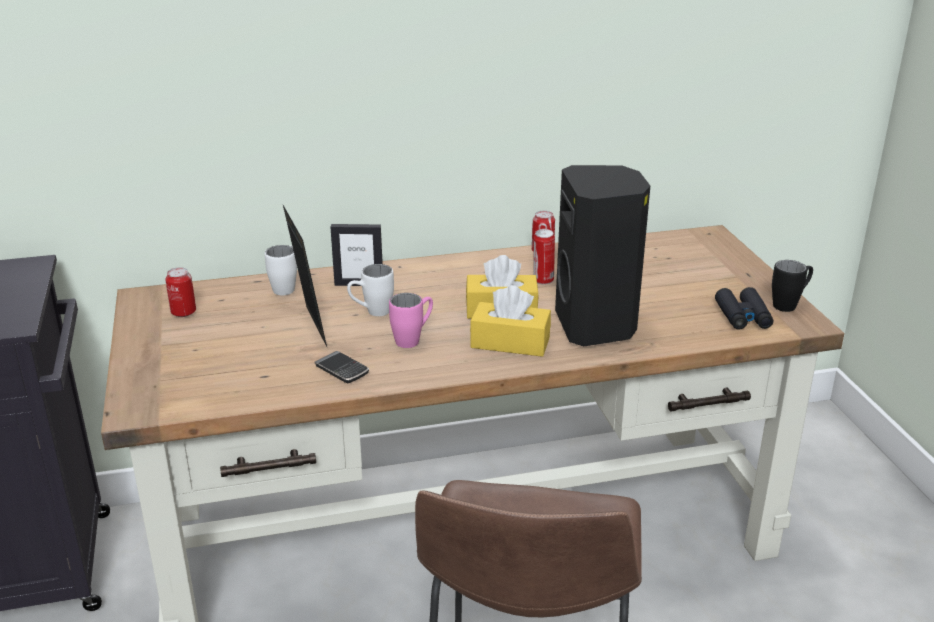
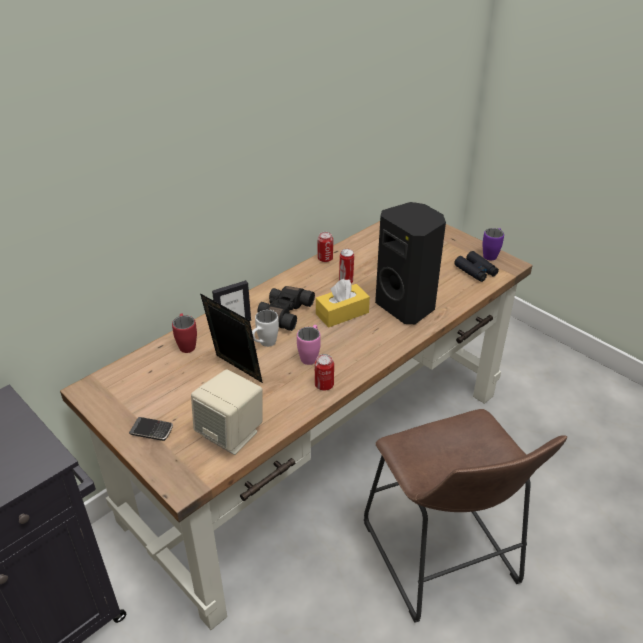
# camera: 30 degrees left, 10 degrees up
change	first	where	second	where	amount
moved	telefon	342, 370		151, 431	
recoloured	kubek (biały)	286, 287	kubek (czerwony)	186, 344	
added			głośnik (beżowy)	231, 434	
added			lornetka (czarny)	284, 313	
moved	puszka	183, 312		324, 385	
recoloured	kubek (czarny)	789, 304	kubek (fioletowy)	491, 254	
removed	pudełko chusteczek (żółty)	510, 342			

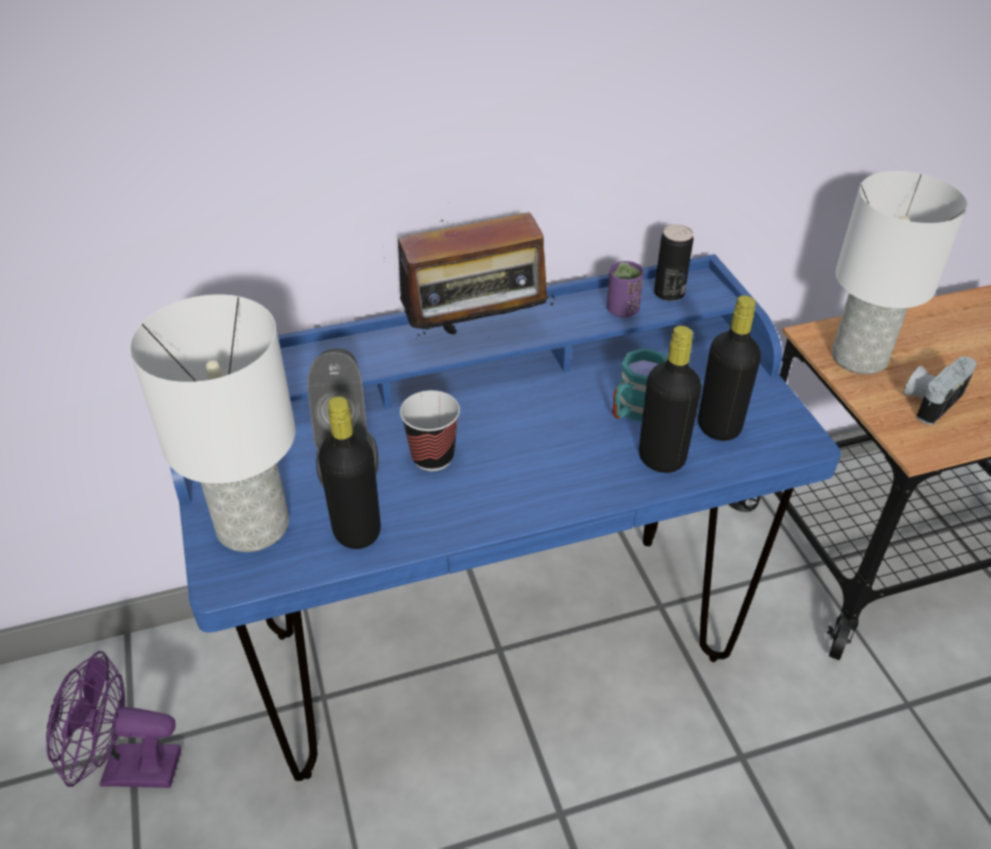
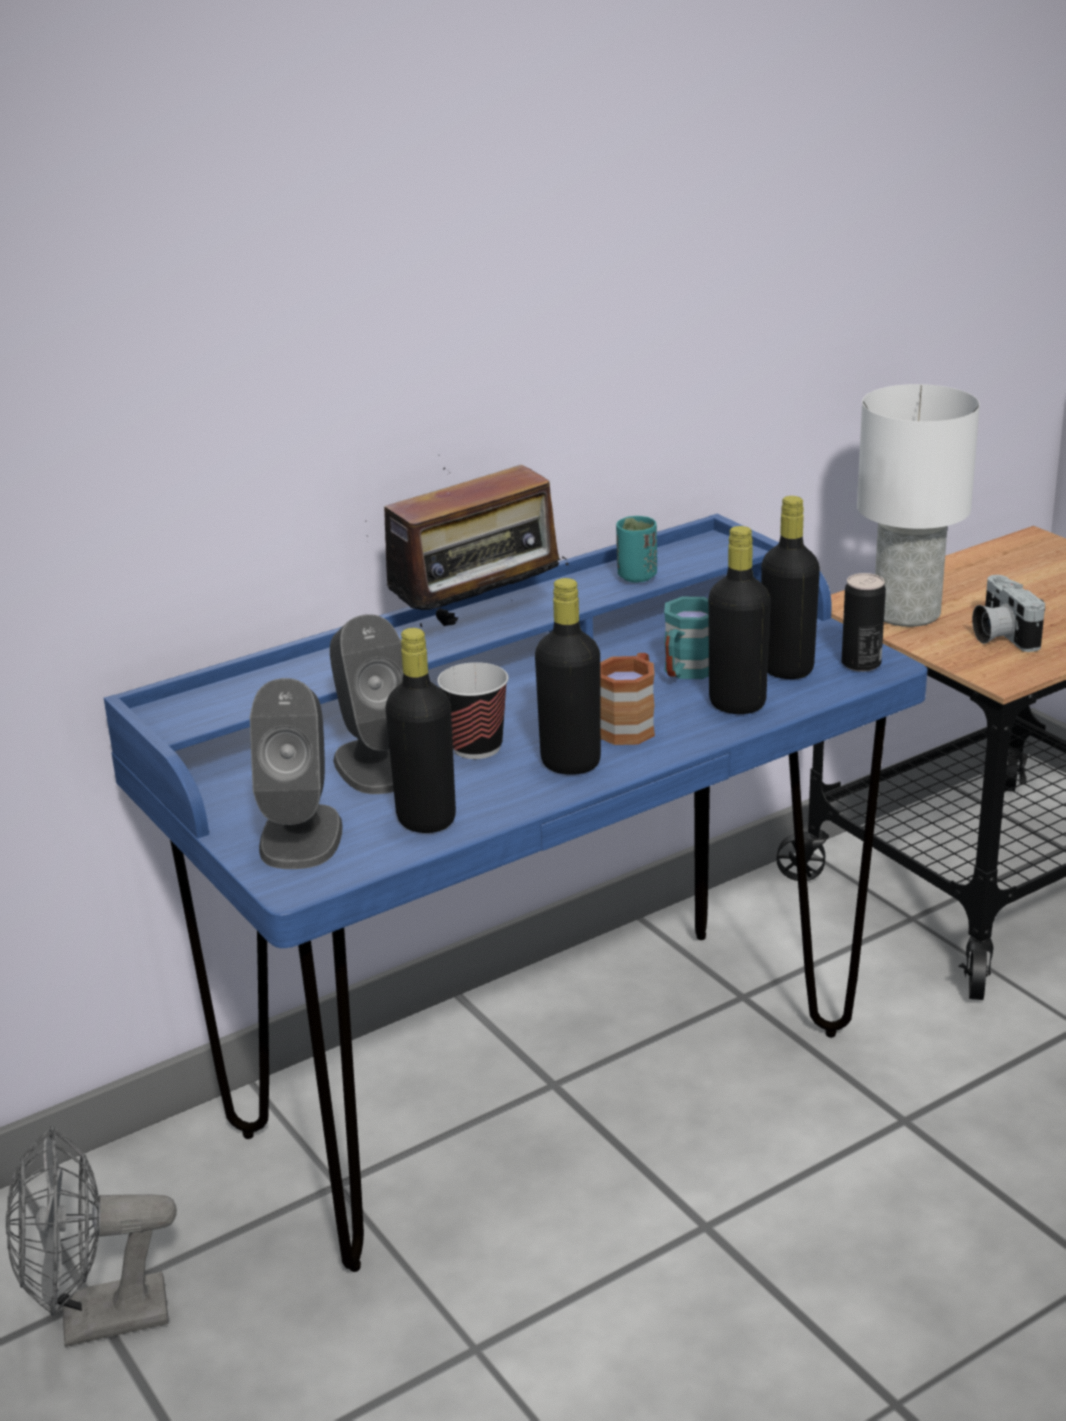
# camera: 15 degrees left, 15 degrees down
change	first	where	second	where	amount
recoloured	wentylator (fioletowy)	128, 769	wentylator (szary)	96, 1321	
replaced	lampa stołowa (biały)	255, 524	głośnik (szary)	301, 836	
added			butelka (czarny)	570, 763	
added			kubek (brązowy)	630, 724	
recoloured	filiżanka (fioletowy)	622, 310	filiżanka (turkusowy)	637, 576	
moved	puszka	669, 293		861, 664	
turned	aparat fotograficzny	930, 400		1000, 635	45 degrees counterclockwise

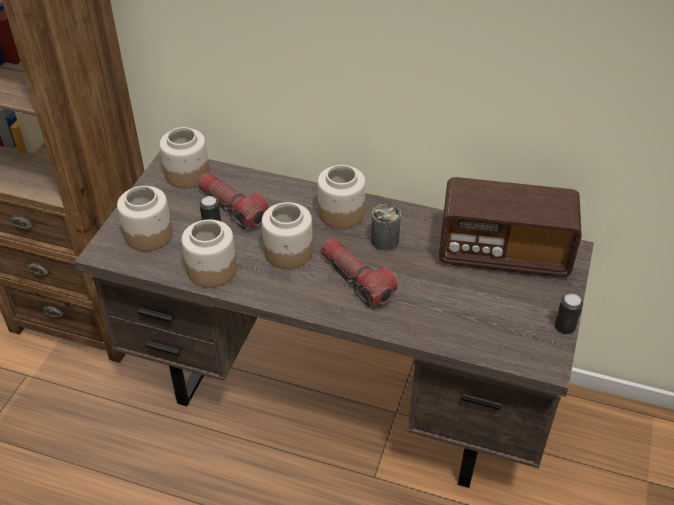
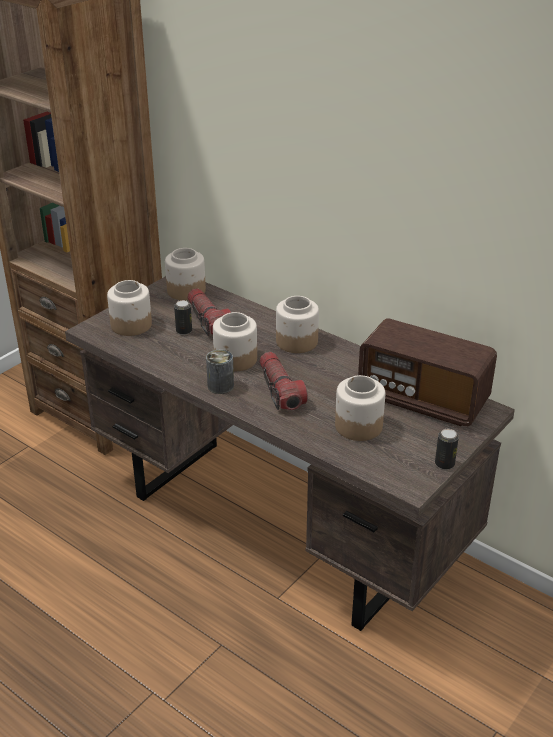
# camera: 20 degrees right, 10 degrees down
change	first	where	second	where	amount
moved	puszka	384, 241		220, 386	
moved	słoik	211, 270		358, 426	

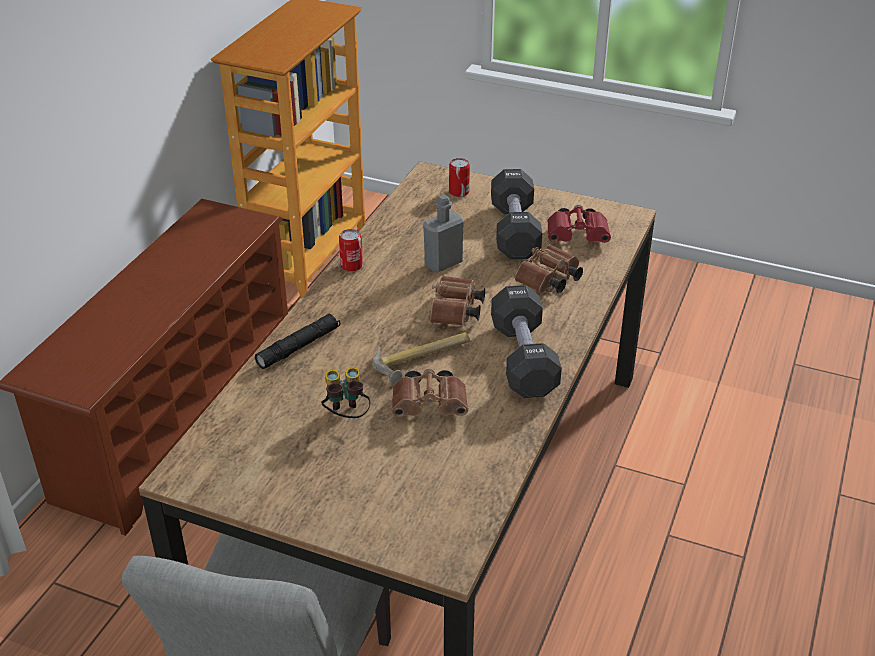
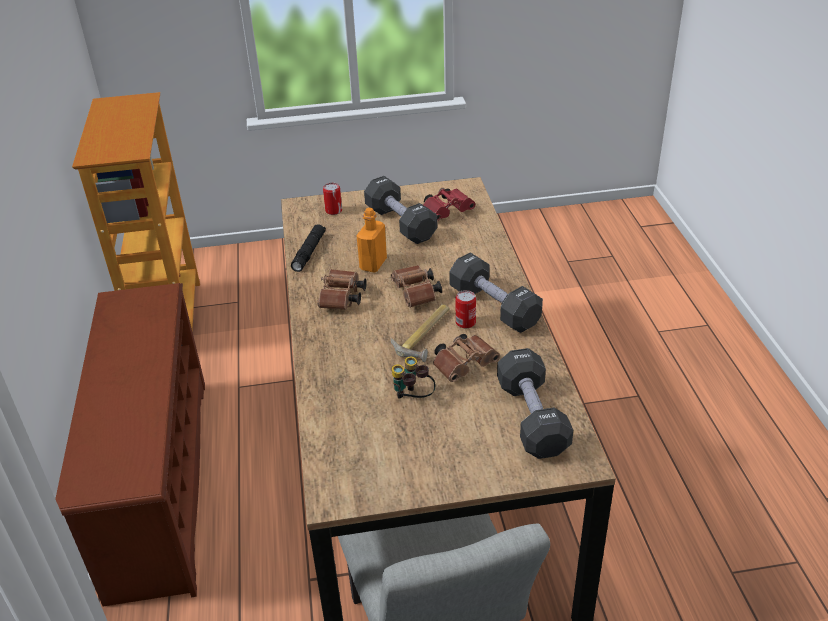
# camera: 30 degrees left, 0 degrees up
change	first	where	second	where	amount
moved	latarka (czarny)	299, 347		309, 252	
moved	lornetka (brązowy)	548, 281		342, 299	
recoloured	butelka (szary)	443, 263	butelka (pomarańczowy)	373, 264	
moved	puszka	351, 265		465, 322	
added			hantel (czarny)	532, 418	

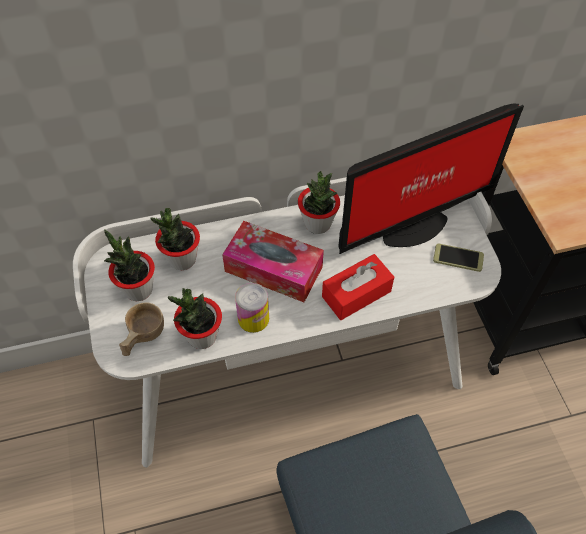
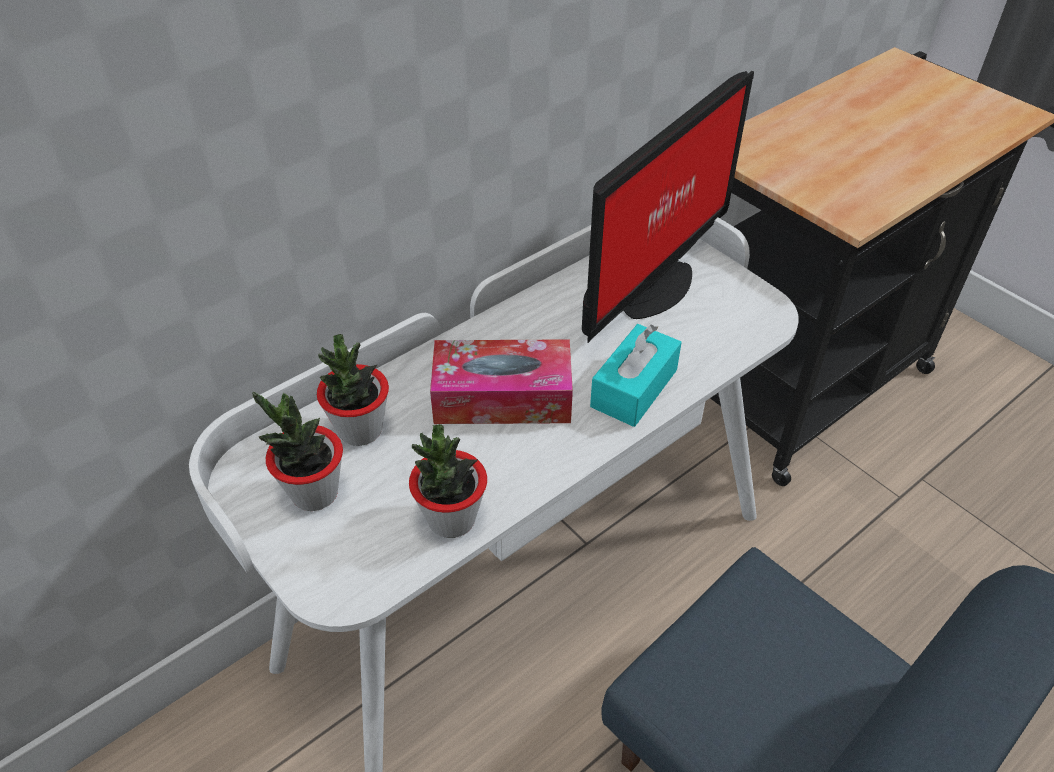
# camera: 25 degrees left, 10 degrees down
change	first	where	second	where	amount
recoloured	pudełko chusteczek (czerwony)	356, 294	pudełko chusteczek (turkusowy)	634, 388	
removed	filiżanka (beżowy)	142, 338			
removed	puszka	253, 318			
removed	roślina doniczkowa	317, 224			
removed	telefon	458, 258			

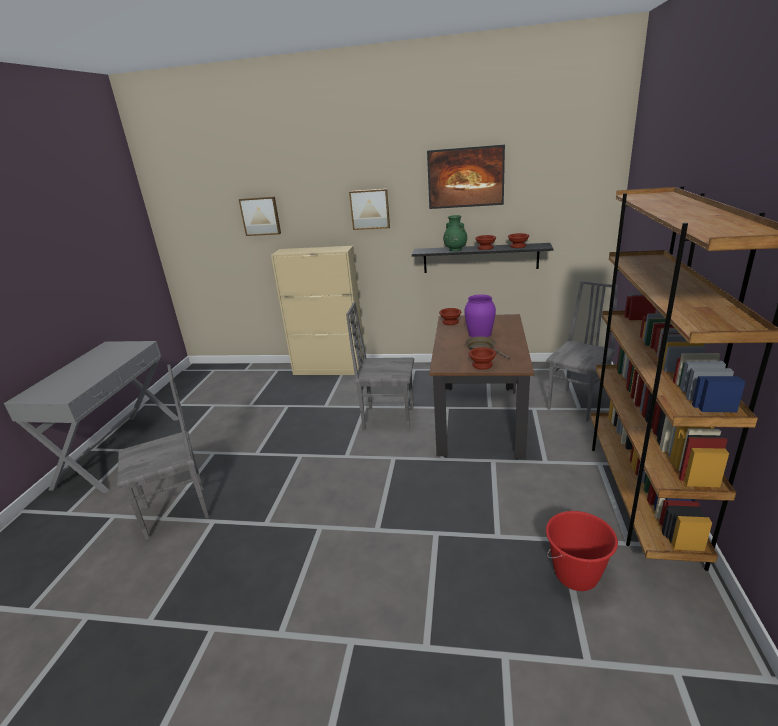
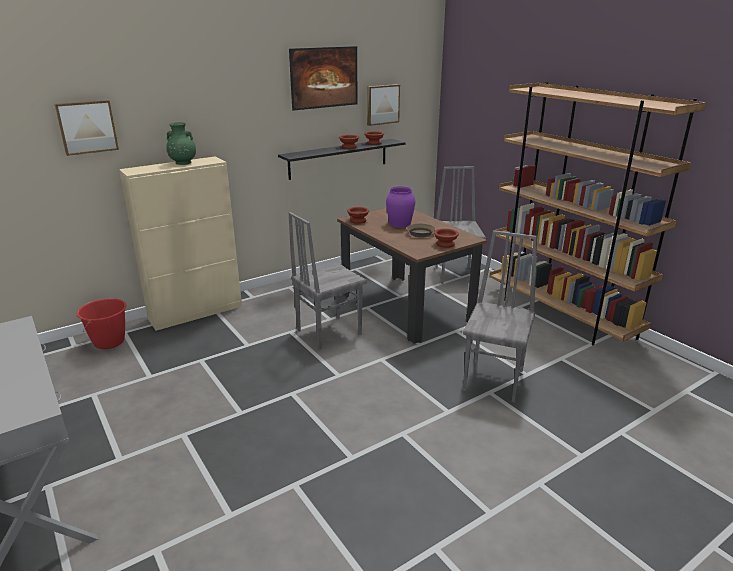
# camera: 45 degrees left, 0 degrees up
change	first	where	second	where	amount
moved	wiadro (czerwony)	576, 575		109, 342	
moved	wazon (zielony)	455, 249		183, 163	
moved	obraz	370, 209		382, 104	
moved	krzesło (szary)	177, 513		495, 380	

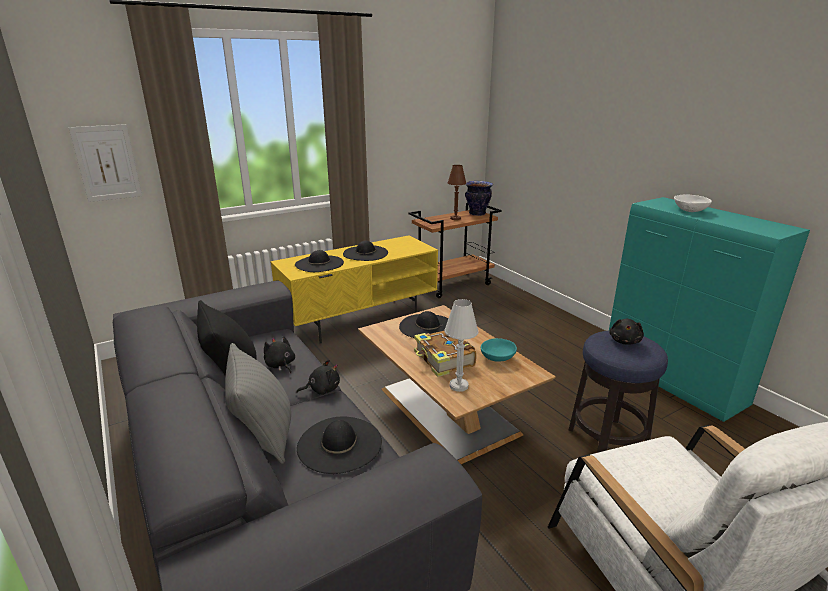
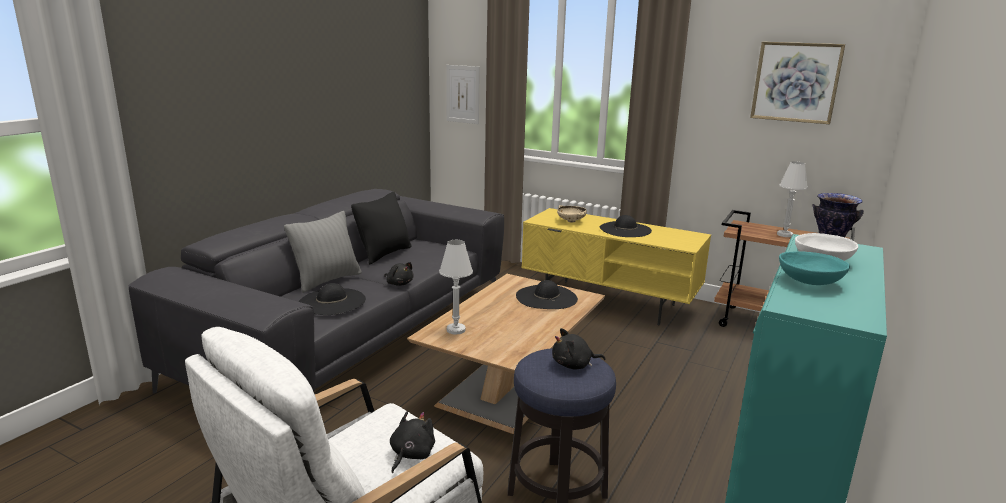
# camera: 60 degrees right, 5 degrees down
change	first	where	second	where	amount
moved	pluszak (czarny)	280, 365		411, 455	
replaced	kapelusz (czarny)	319, 264	miska (beżowy)	571, 221	
added			obraz	796, 82	
recoloured	lampa stołowa (brązowy)	455, 218	lampa stołowa (biały)	784, 235	
moved	miska (turkusowy)	498, 358		809, 282	
removed	książka	443, 360			

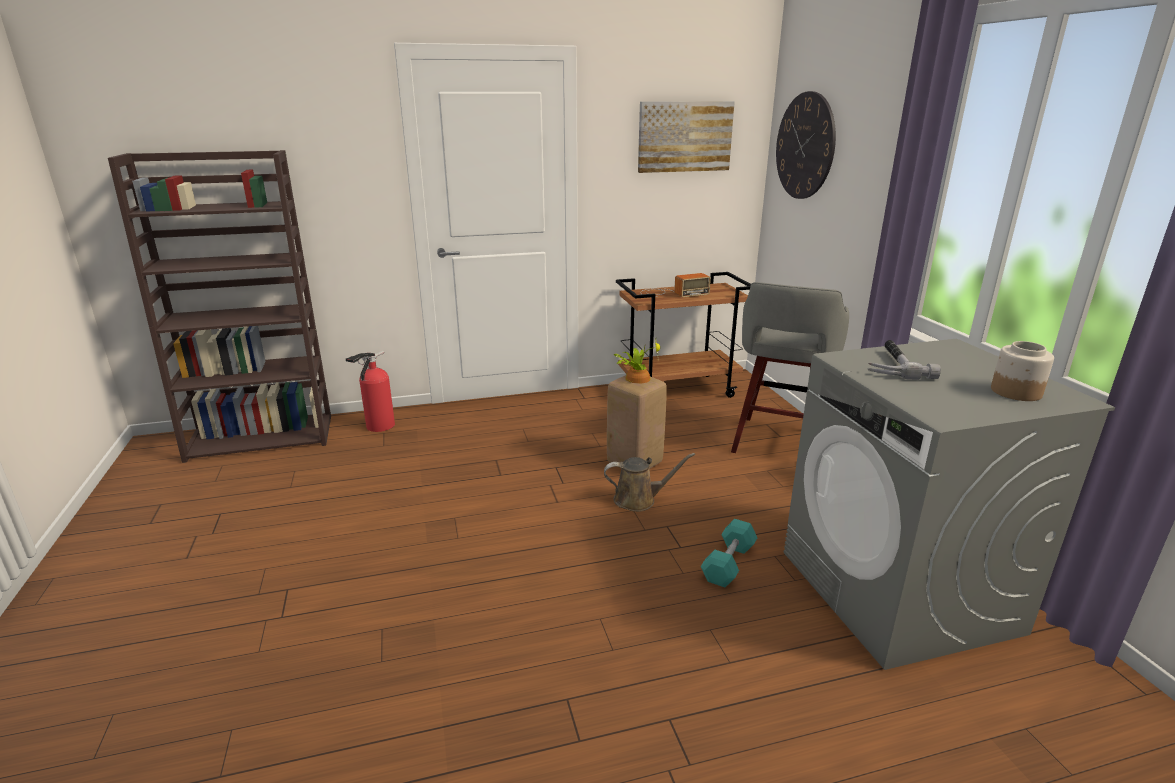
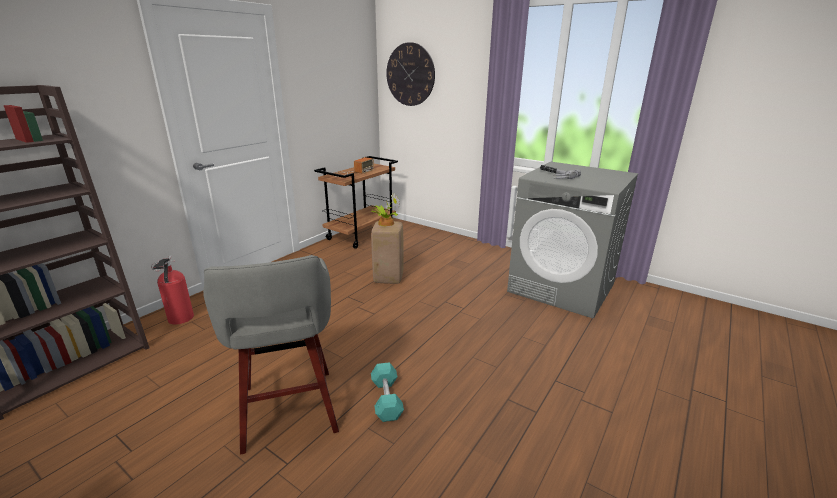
# camera: 40 degrees left, 0 degrees up
change	first	where	second	where	amount
moved	stołek (szary)	778, 443		289, 412	
moved	hantel (turkusowy)	728, 563		386, 399	
removed	konewka (brązowy)	639, 500			
removed	obraz	684, 136			
removed	słoik	1015, 392			

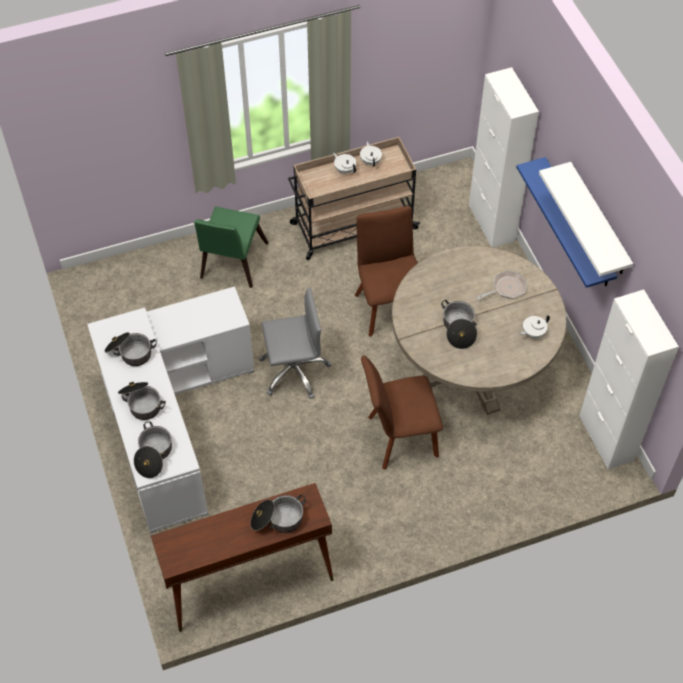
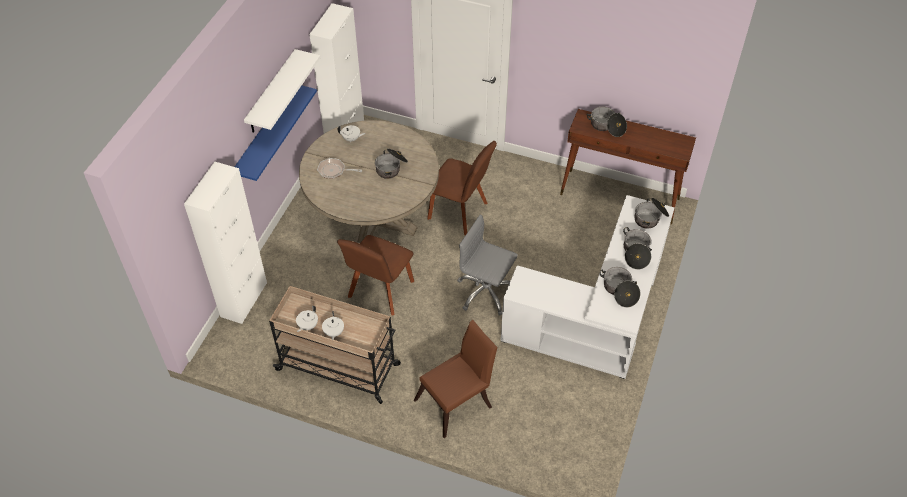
# camera: 140 degrees left, 5 degrees down
change	first	where	second	where	amount
recoloured	krzesło (zielony)	231, 264	krzesło (brązowy)	457, 402	

